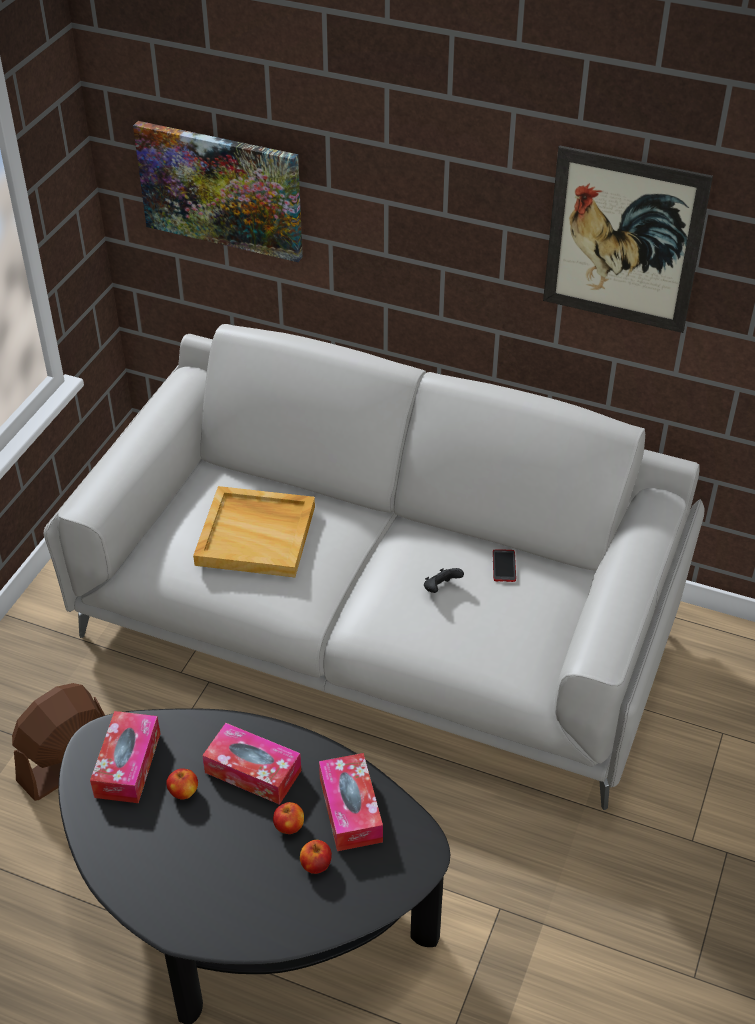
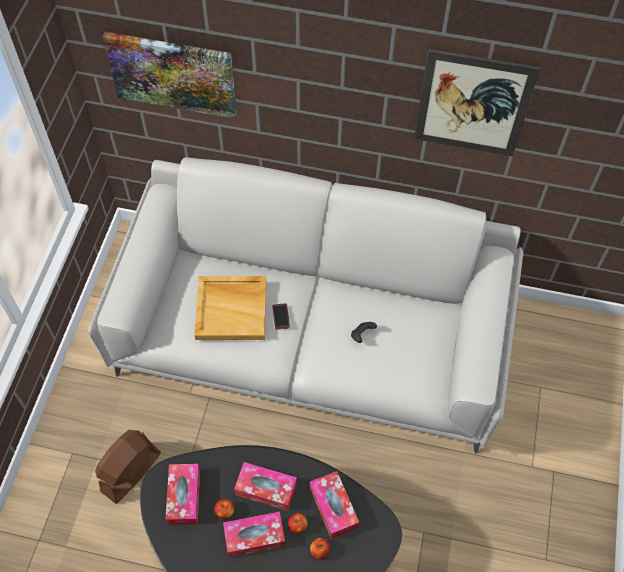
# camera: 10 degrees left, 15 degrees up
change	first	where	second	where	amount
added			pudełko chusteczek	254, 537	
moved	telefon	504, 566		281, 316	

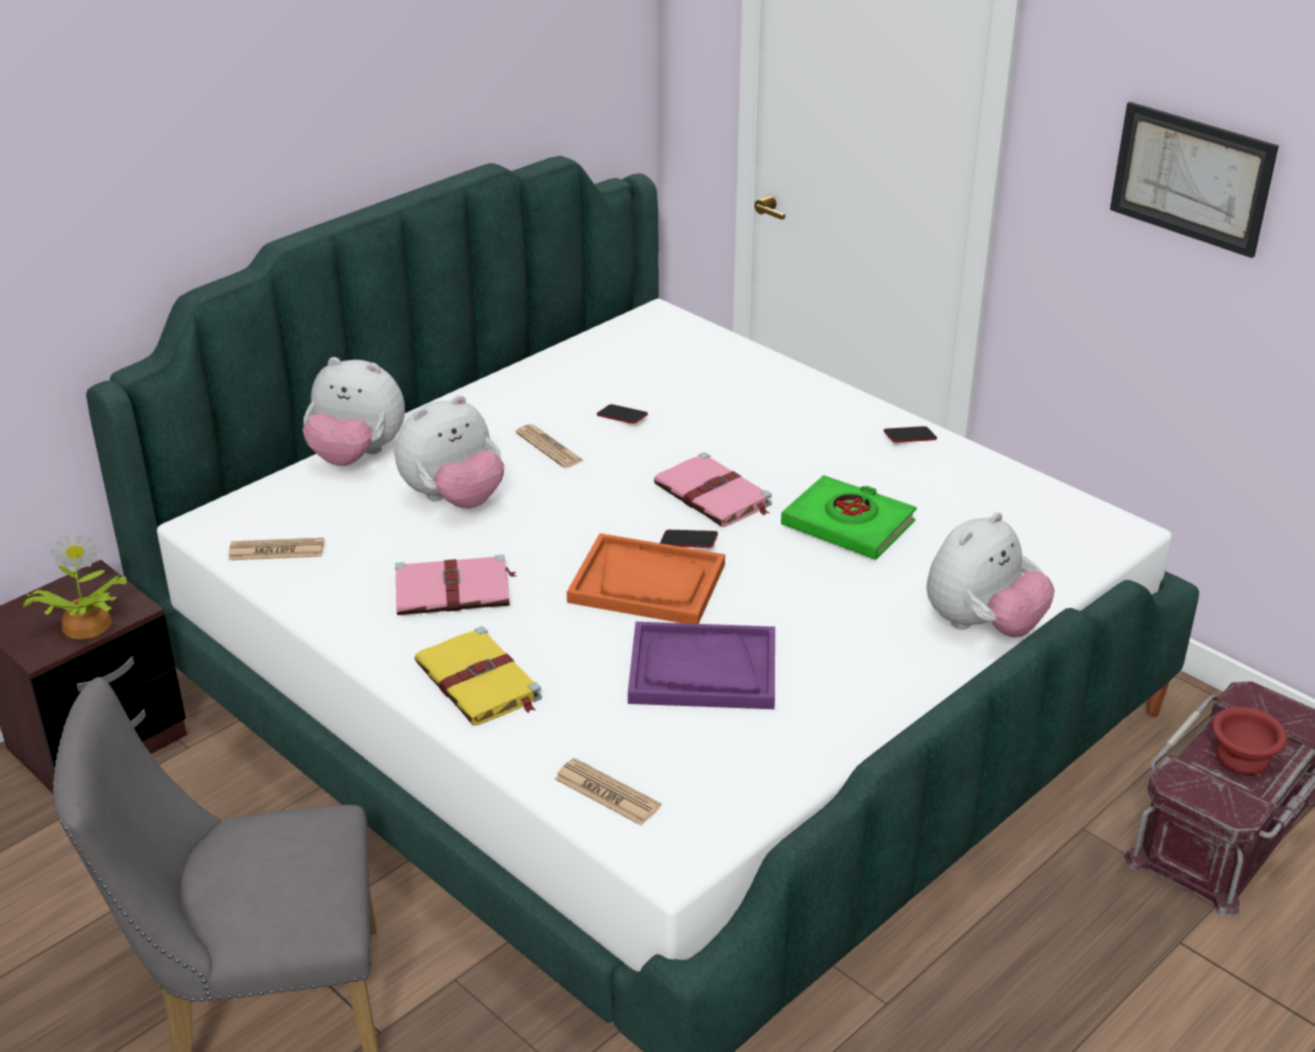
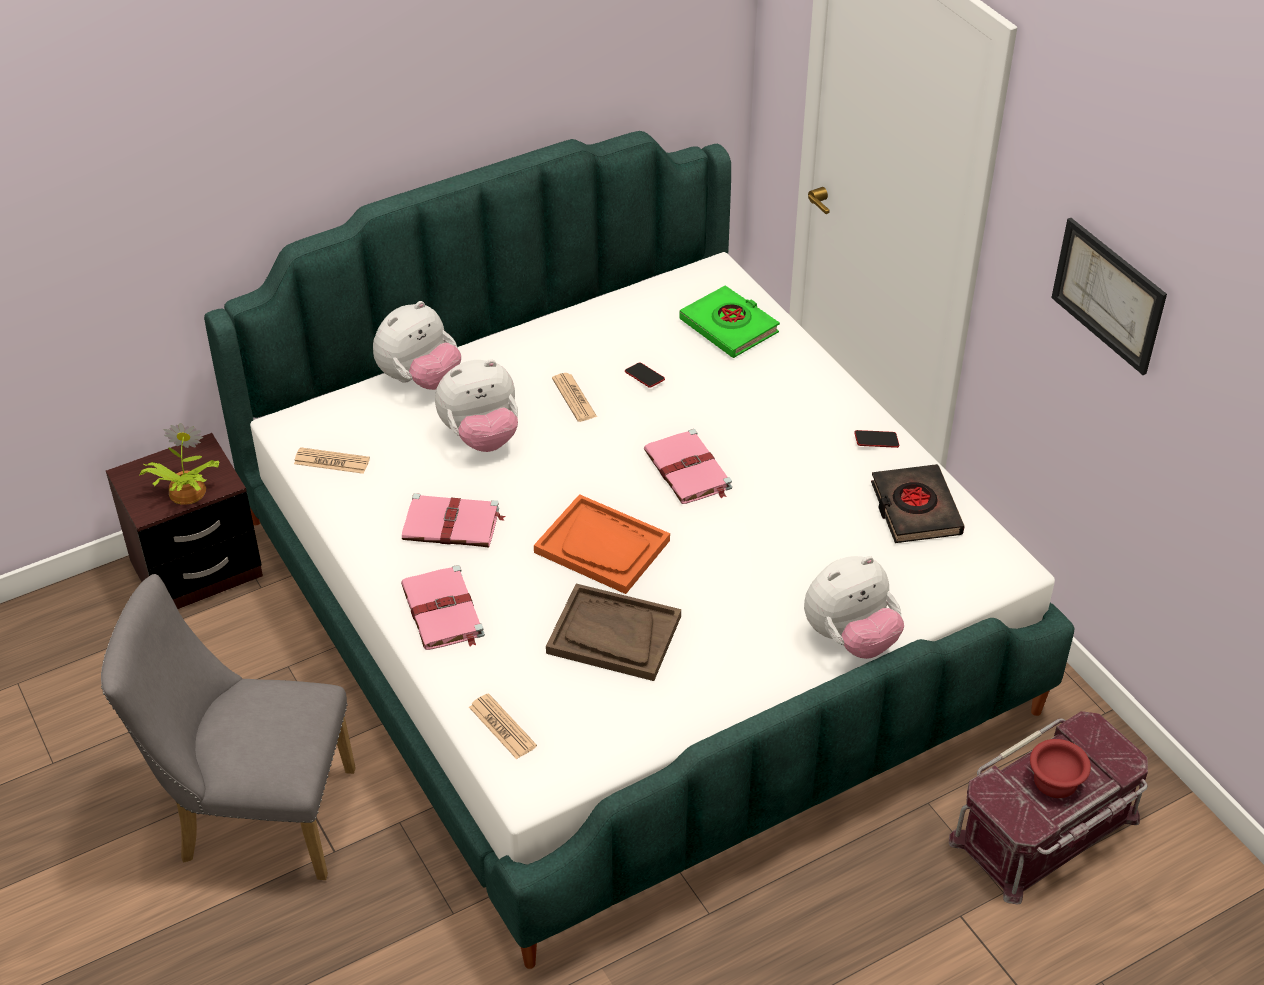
# camera: 15 degrees right, 10 degrees up
change	first	where	second	where	amount
turned	pluszak	356, 456		420, 379	75 degrees counterclockwise
recoloured	książka (żółty)	479, 682	książka (różowy)	443, 612	
recoloured	taca (fioletowy)	702, 670	taca (brązowy)	613, 635	
moved	książka (zielony)	848, 524		729, 327	
added			książka (czarny)	915, 509	
removed	telefon	688, 542			

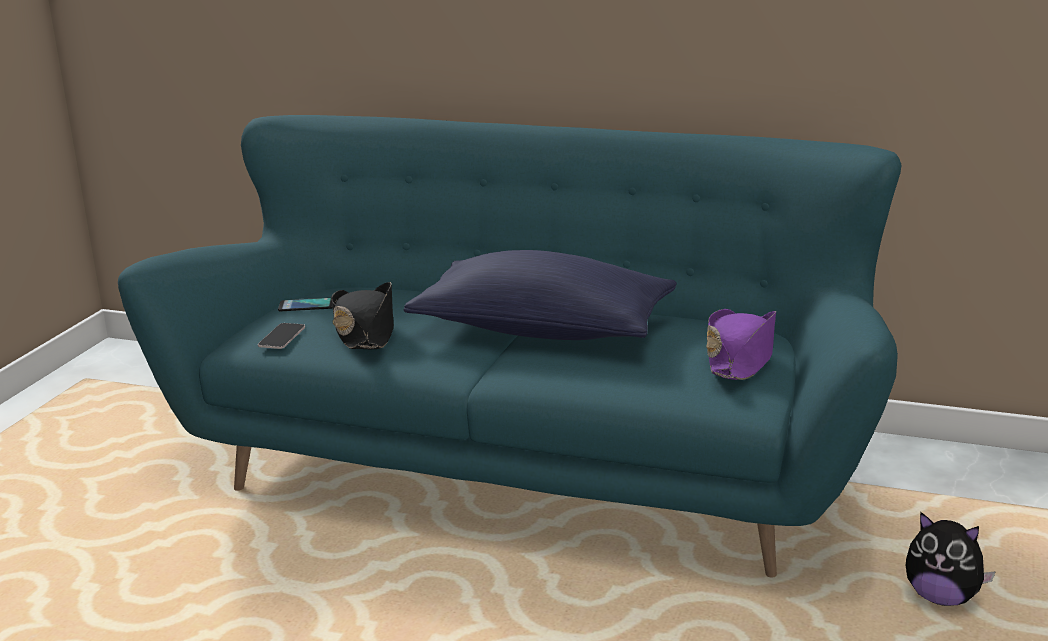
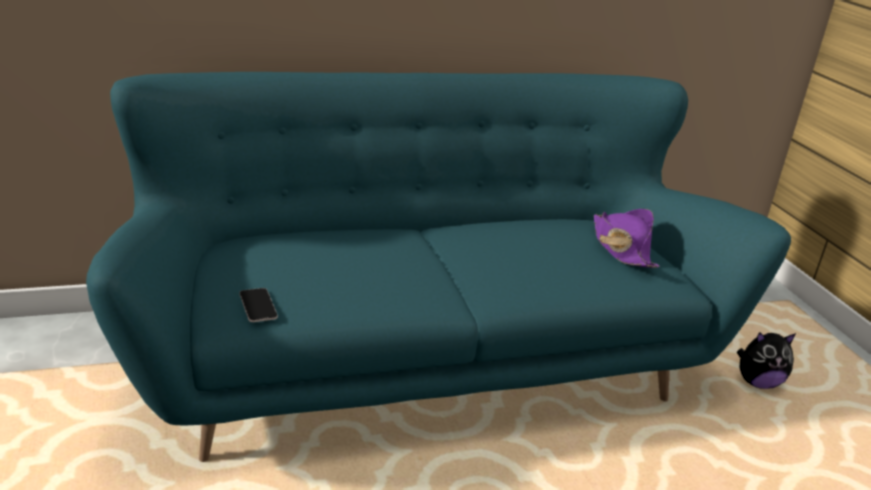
# camera: 40 degrees left, 5 degrees up
change	first	where	second	where	amount
removed	telefon	306, 305			
removed	kapelusz (czarny)	365, 332			
removed	poduszka (niebieski)	543, 330			

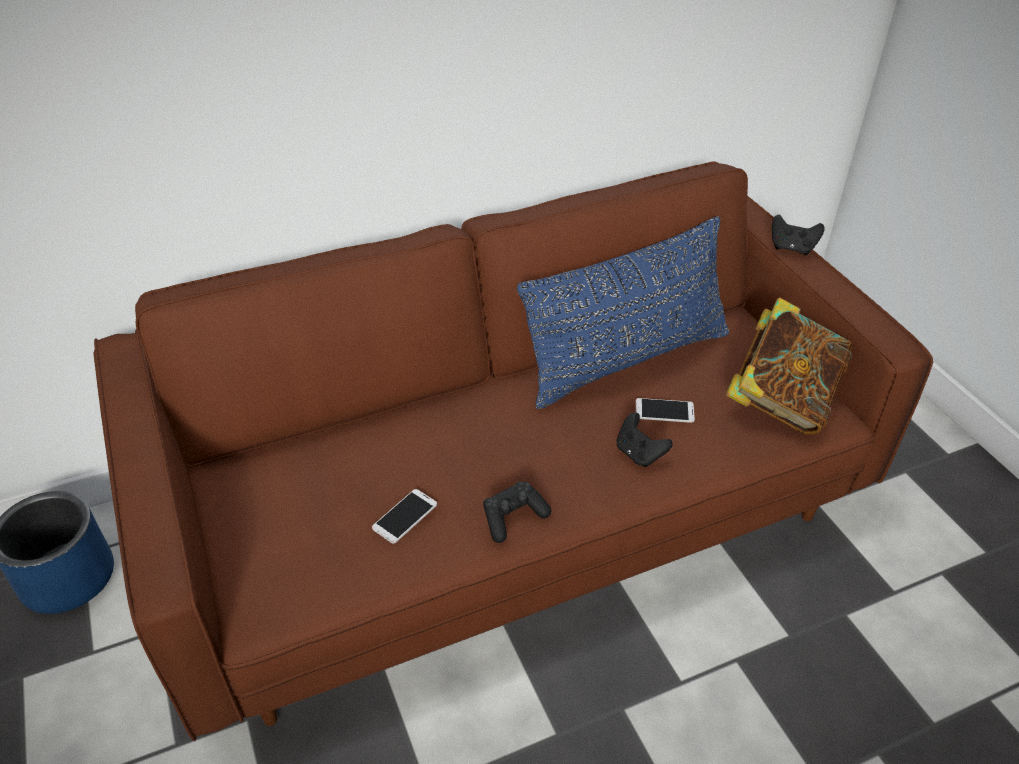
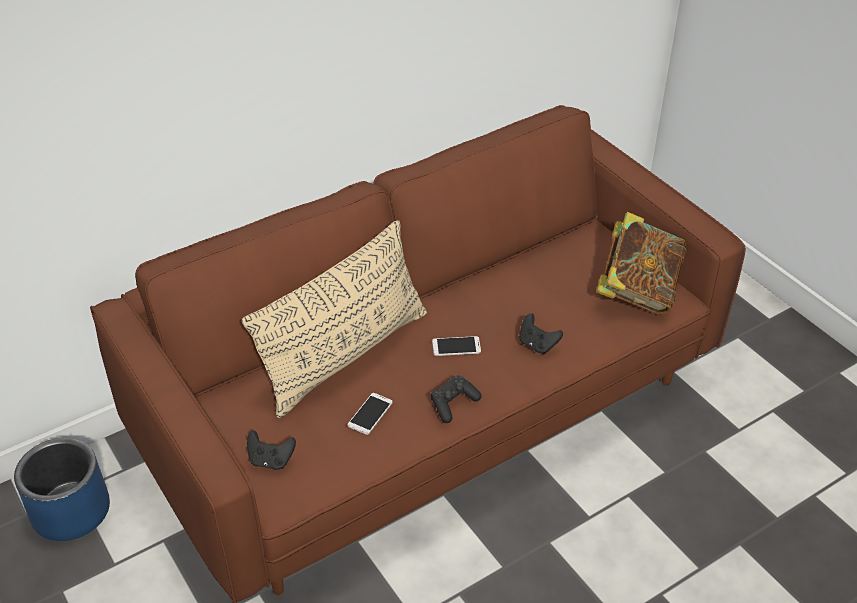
# camera: 10 degrees left, 0 degrees up
change	first	where	second	where	amount
added			poduszka (beżowy)	345, 356	
moved	pad do gier (czarny)	792, 248		271, 460	
moved	telefon	664, 411		456, 346	
removed	poduszka (niebieski)	626, 360			

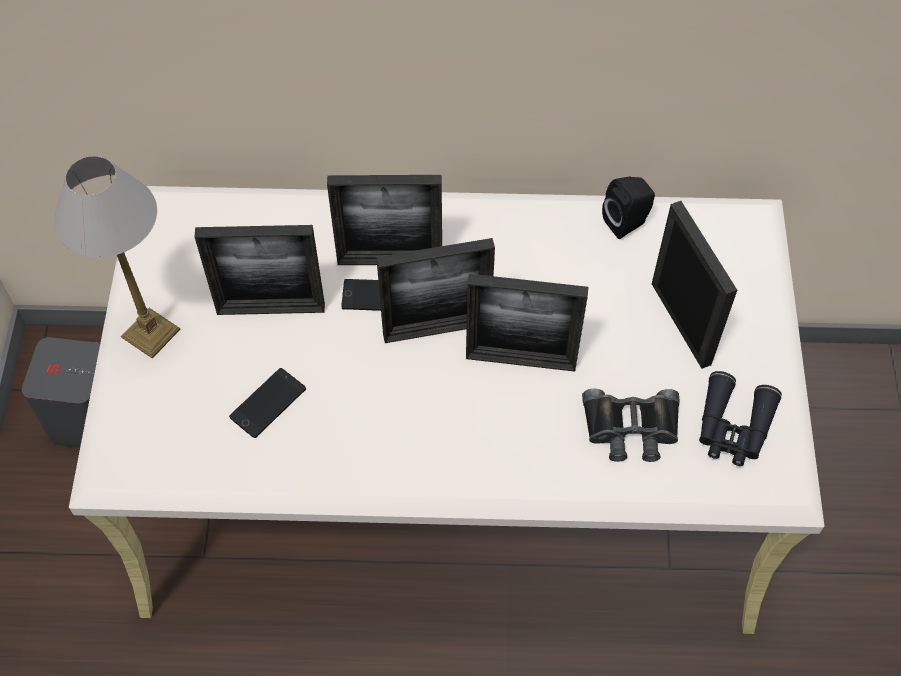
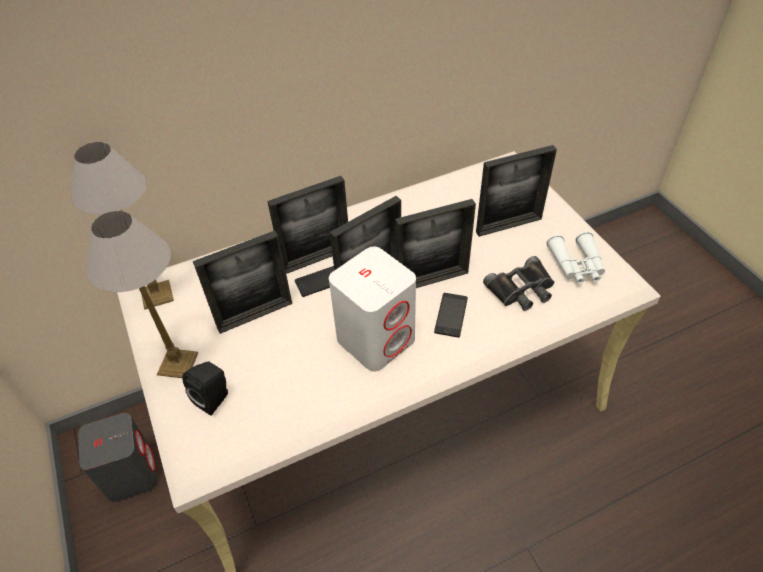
# camera: 25 degrees left, 10 degrees down
change	first	where	second	where	amount
added			lampa stołowa	157, 295	
moved	głośnik (czarny)	627, 222		215, 398	
added			głośnik (biały)	376, 339	
moved	telefon	268, 403		451, 315	
turned	ramka na zdjęcie	680, 323		508, 225	120 degrees clockwise
recoloured	lornetka (czarny)	733, 428	lornetka (biały)	576, 265	

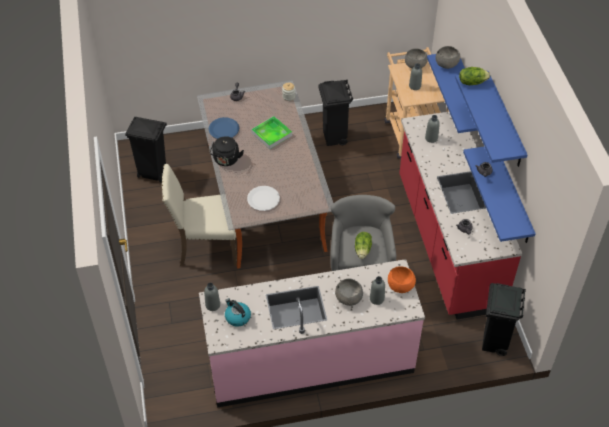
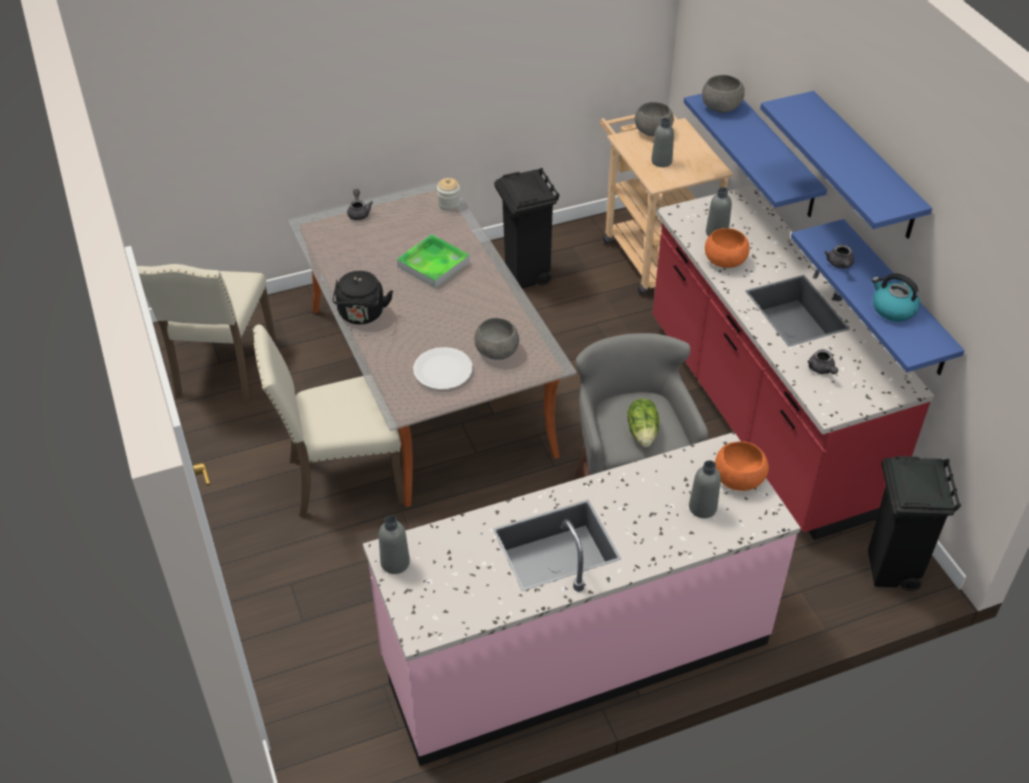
# camera: 10 degrees left, 5 degrees down
change	first	where	second	where	amount
replaced	kosz na śmieci (czarny)	152, 173	krzesło (beżowy)	222, 369	
moved	miska (szary)	349, 298		497, 351	
added			miska (pomarańczowy)	725, 260	
moved	czajnik	237, 317		892, 309	
removed	talerz (niebieski)	223, 129			
removed	sałata	472, 82			

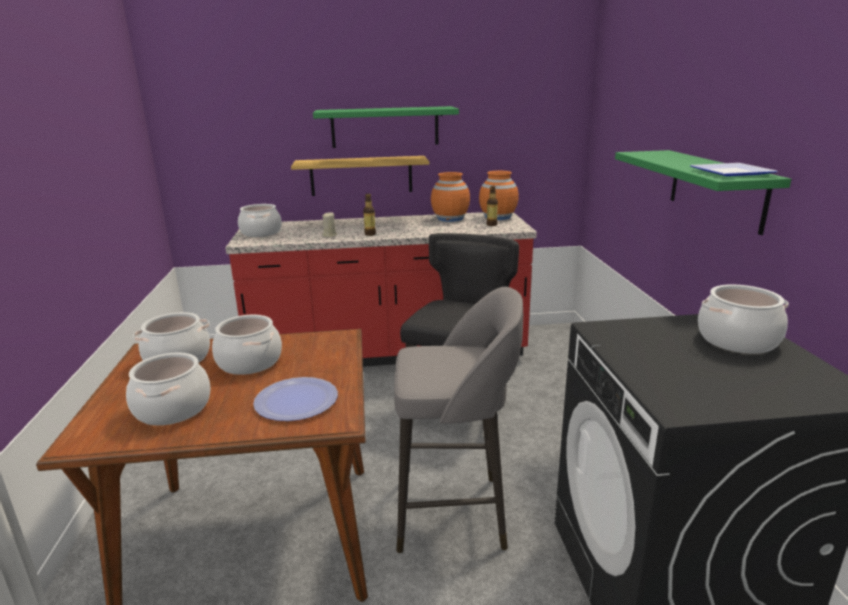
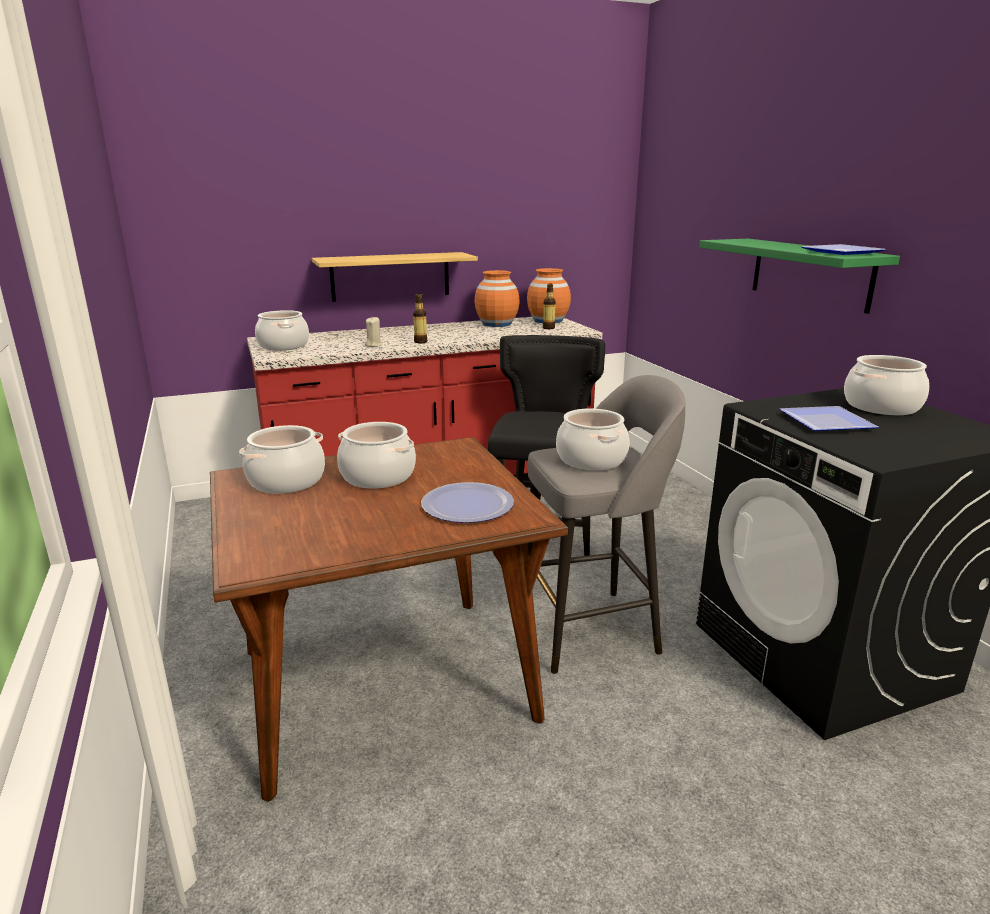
# camera: 15 degrees left, 0 degrees up
change	first	where	second	where	amount
moved	garnek	172, 408		591, 459	
added			talerz	825, 423	
removed	półka (zielony)	385, 127			

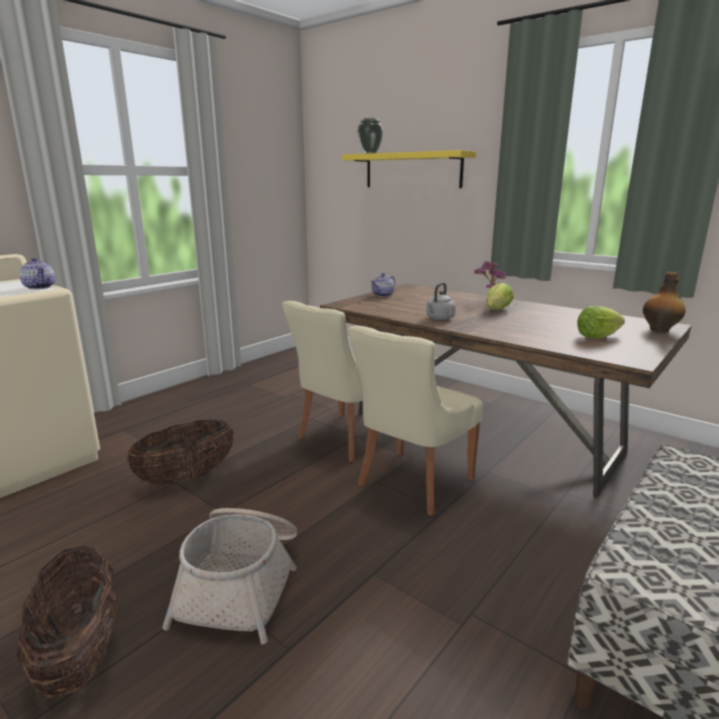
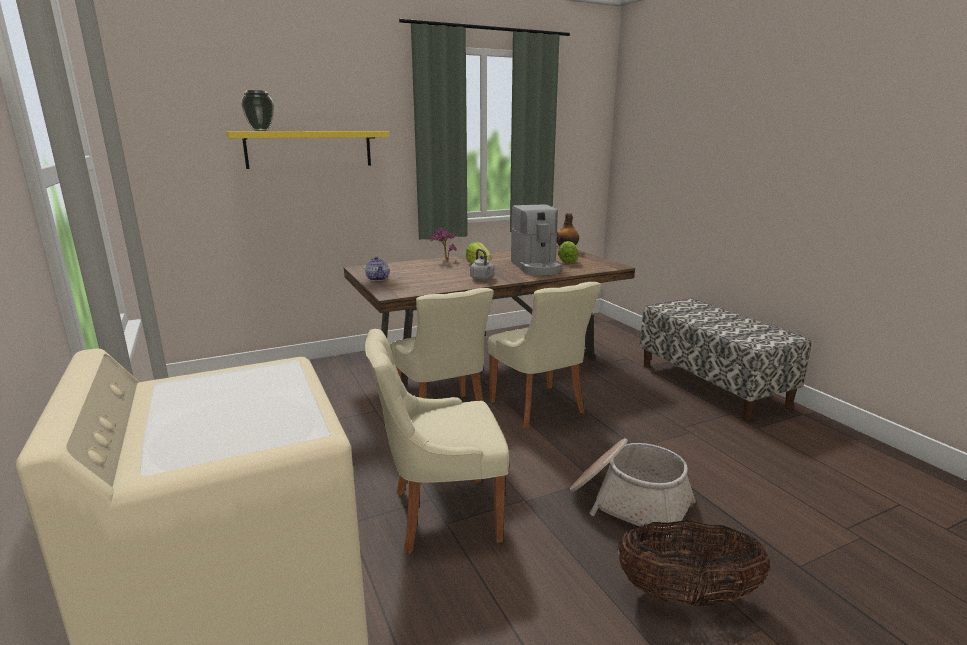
# camera: 65 degrees left, 0 degrees up
change	first	where	second	where	amount
replaced	koszyk	187, 477	krzesło (beżowy)	441, 515	
added			ekspres do kawy	536, 267	
removed	imbryk	40, 287			

